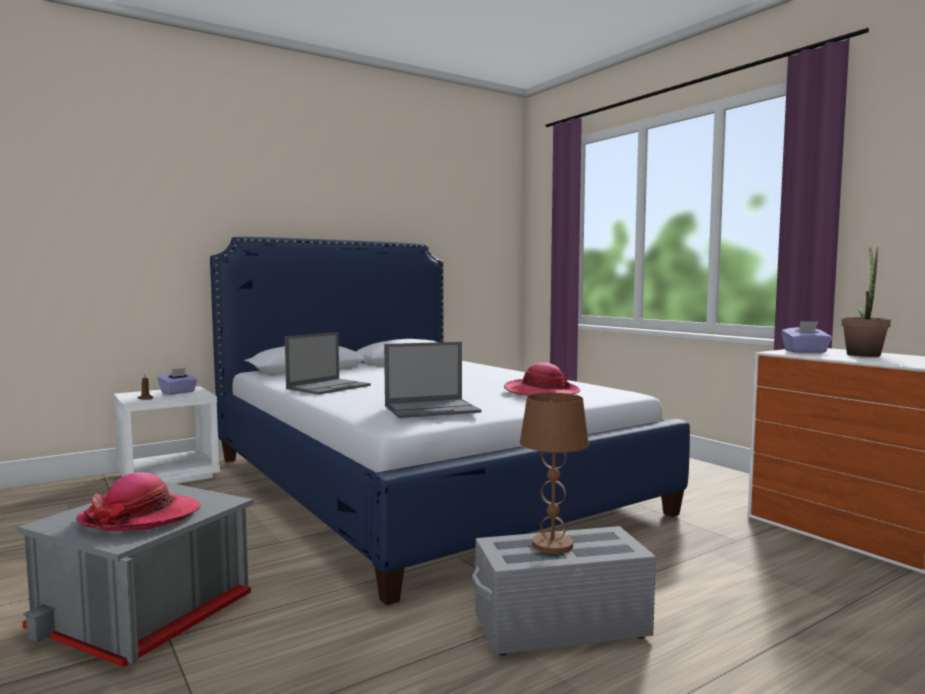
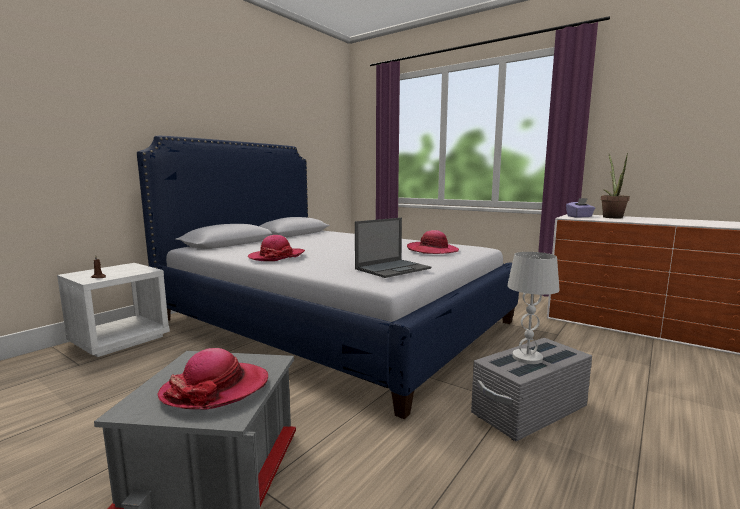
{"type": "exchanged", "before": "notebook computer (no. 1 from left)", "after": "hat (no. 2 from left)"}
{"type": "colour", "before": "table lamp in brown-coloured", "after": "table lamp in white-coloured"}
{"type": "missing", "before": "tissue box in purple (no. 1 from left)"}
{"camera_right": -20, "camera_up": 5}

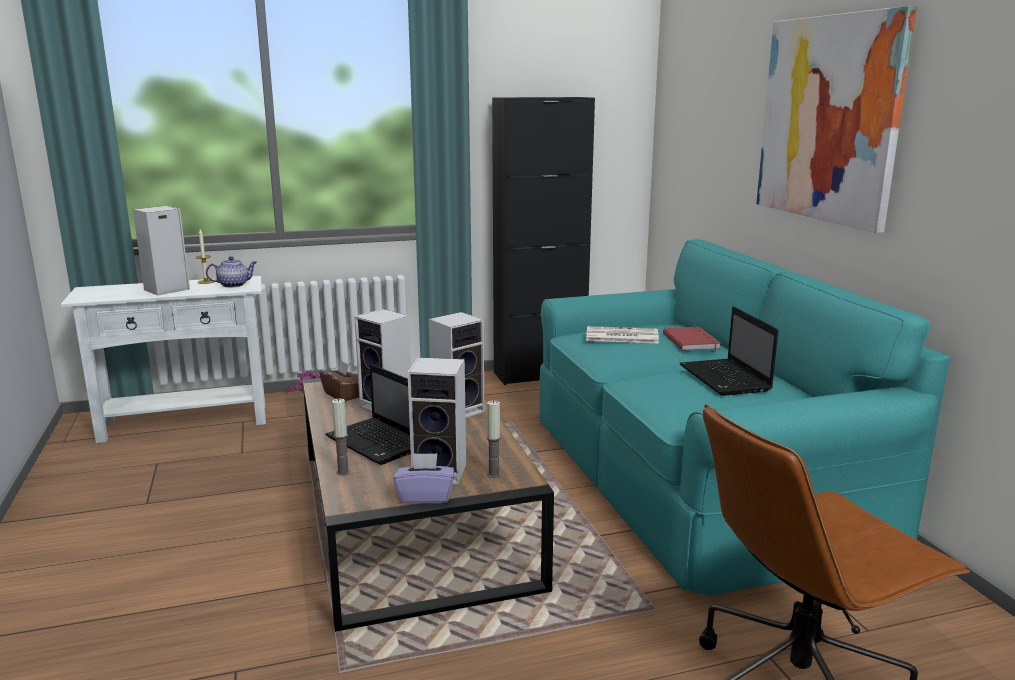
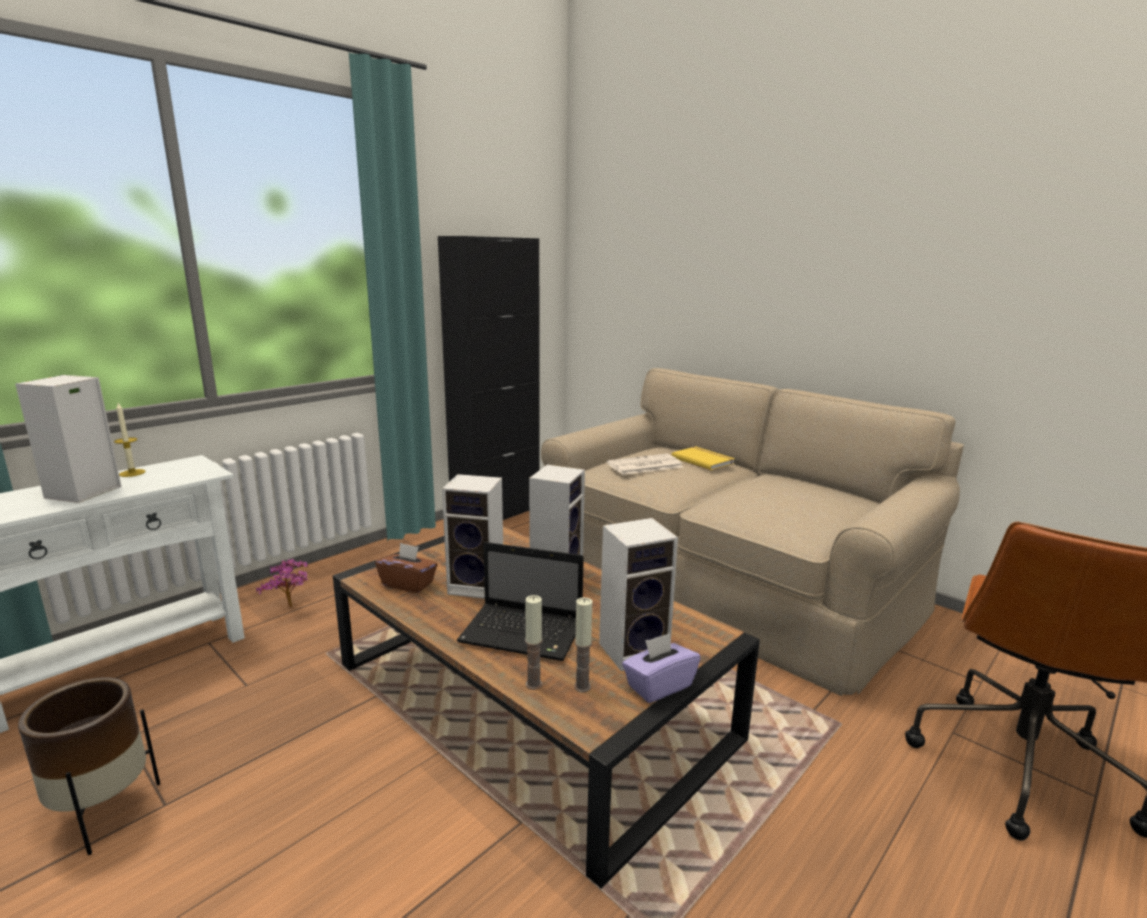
{"type": "appeared", "after": "plant pot in brown-coloured"}
{"type": "colour", "before": "couch in blue-green", "after": "couch in beige-coloured"}
{"type": "relocated", "before": "wax light (no. 3 from left)"}
{"type": "colour", "before": "bound book in reddish", "after": "bound book in yellow-coloured"}
{"type": "missing", "before": "tea pot"}
{"type": "missing", "before": "notebook computer (no. 2 from left)"}
{"type": "missing", "before": "wall picture"}
{"camera_right": -30, "camera_up": 0}

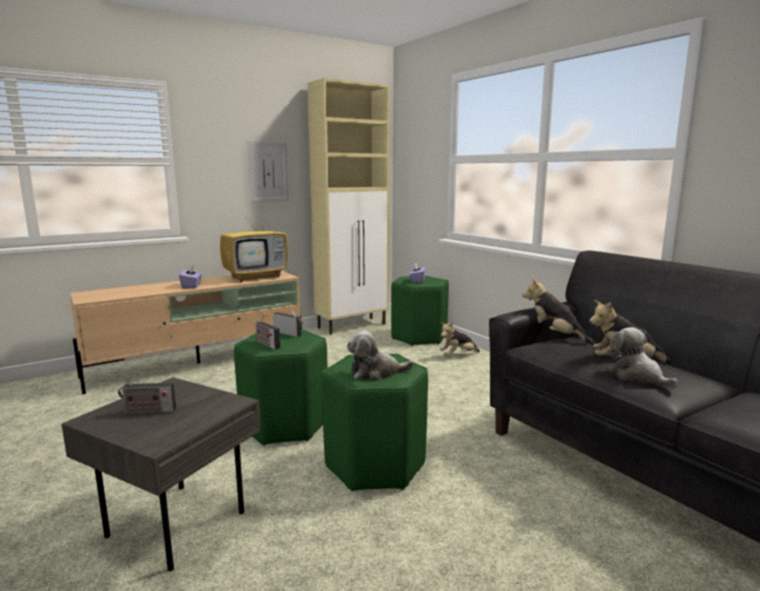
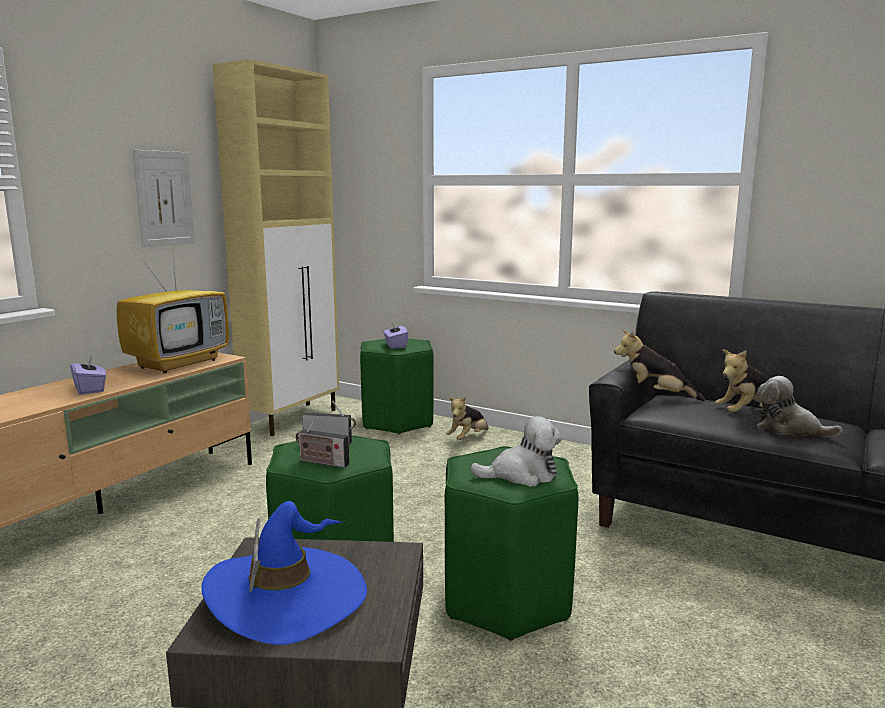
{"type": "exchanged", "before": "radio (no. 1 from left)", "after": "hat in bluish"}
{"type": "spun", "before": "plush toy (no. 1 from left in the first image)", "turn": -150}
{"camera_right": -25, "camera_up": 0}

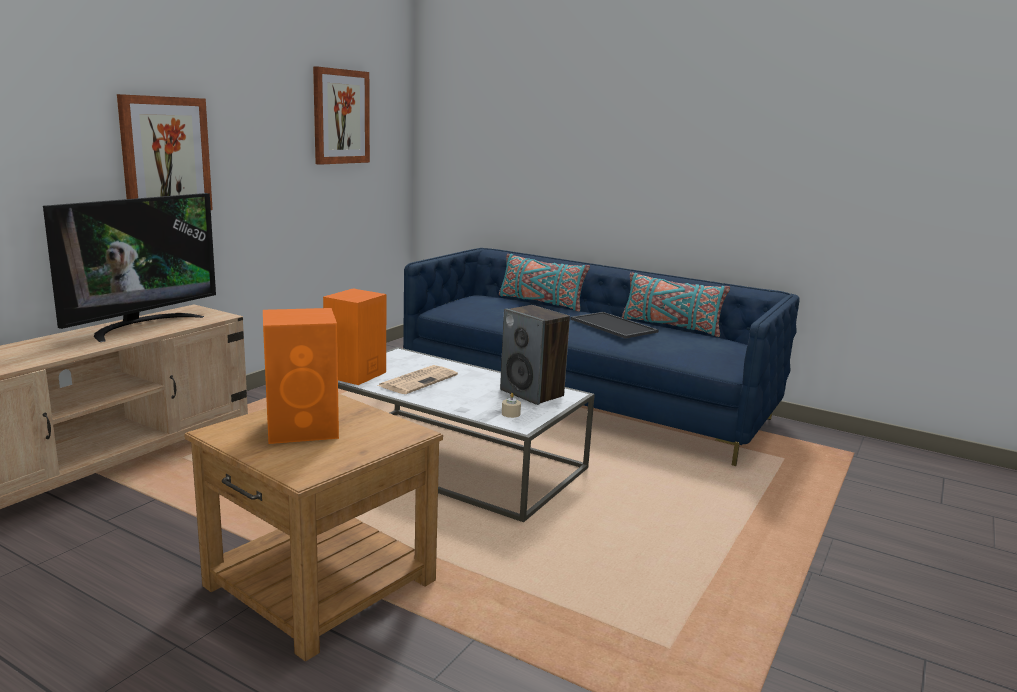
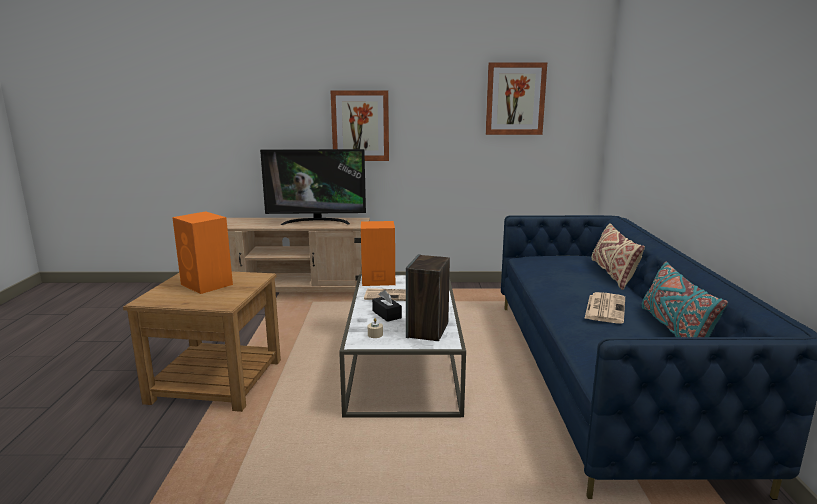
{"type": "appeared", "after": "tissue box in black-coloured"}
{"type": "exchanged", "before": "carrying tray", "after": "newspaper (no. 2 from left)"}
{"type": "colour", "before": "cushion in blue-green (no. 1 from left)", "after": "cushion in beige-coloured"}
{"camera_right": 60, "camera_up": 0}

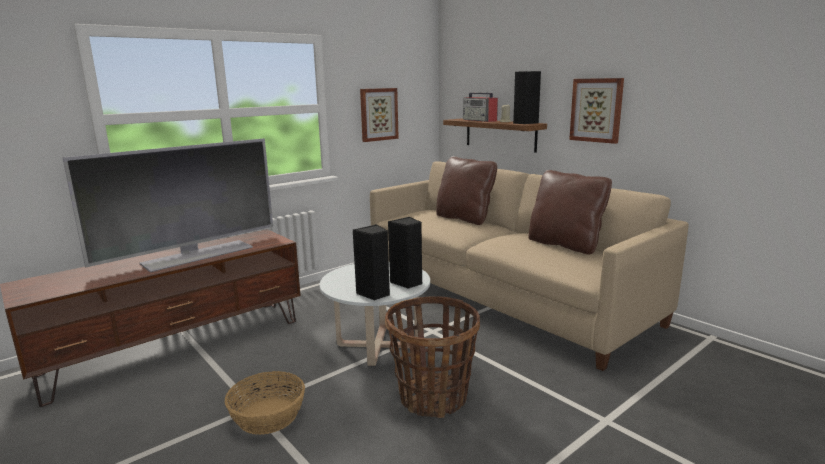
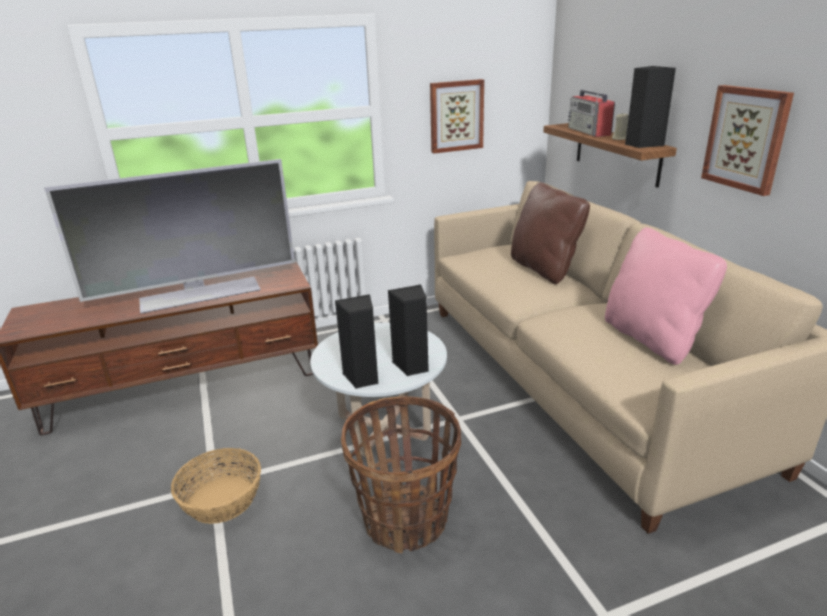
{"type": "colour", "before": "cushion in brown-coloured (no. 2 from left)", "after": "cushion in pink-coloured"}
{"camera_right": 20, "camera_up": 10}

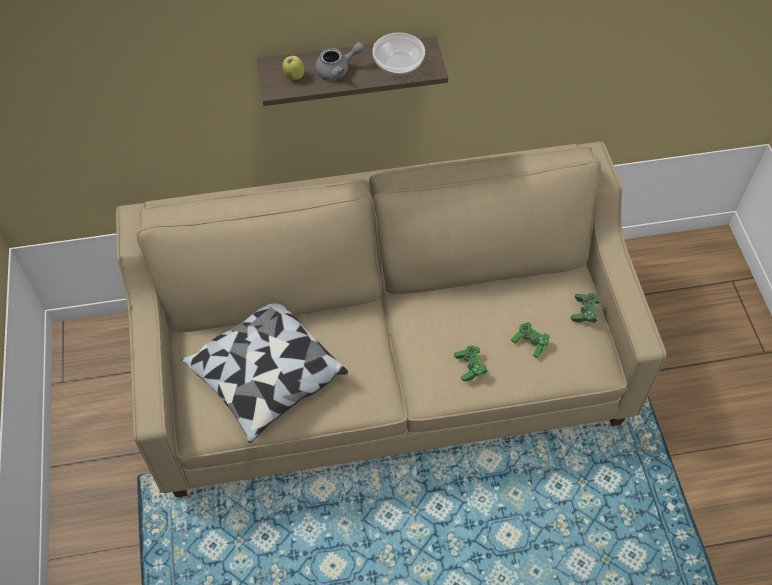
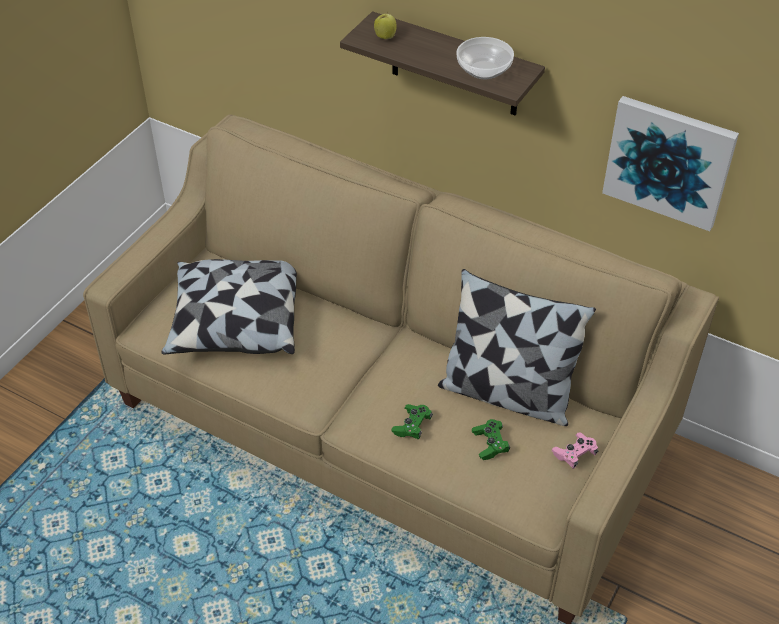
{"type": "appeared", "after": "cushion (no. 2 from left)"}
{"type": "colour", "before": "gamepad in green-coloured (no. 3 from left)", "after": "gamepad in pink-coloured"}
{"type": "appeared", "after": "wall picture"}
{"type": "missing", "before": "tea pot in greyish"}
{"camera_right": 40, "camera_up": -10}

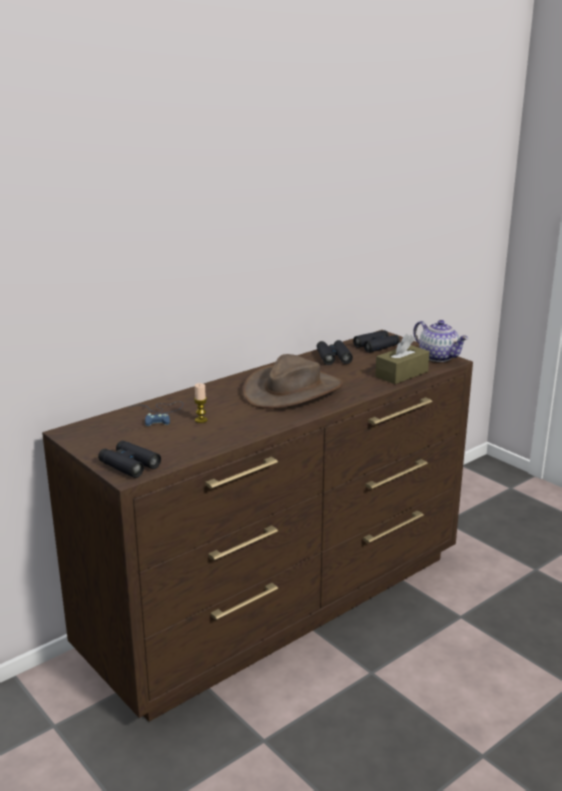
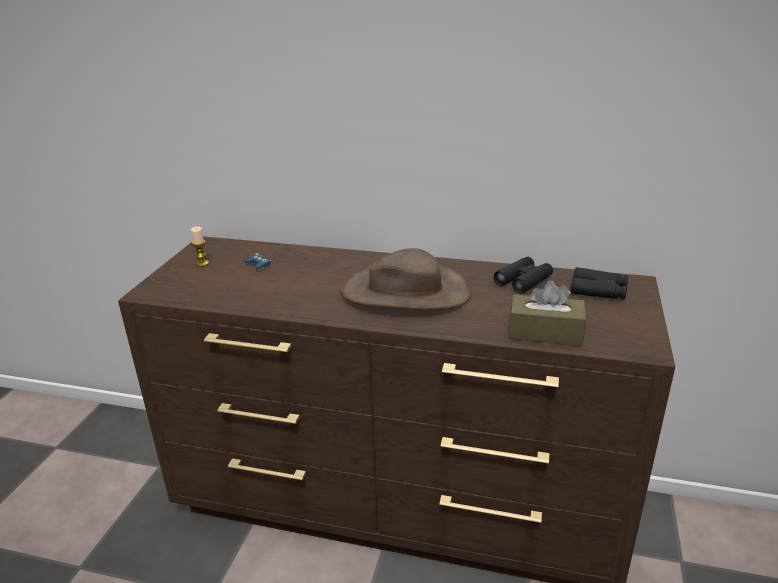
{"type": "relocated", "before": "wax light"}
{"type": "missing", "before": "field glasses in black-coloured (no. 1 from left)"}
{"type": "missing", "before": "tea pot"}
{"camera_right": 55, "camera_up": 5}

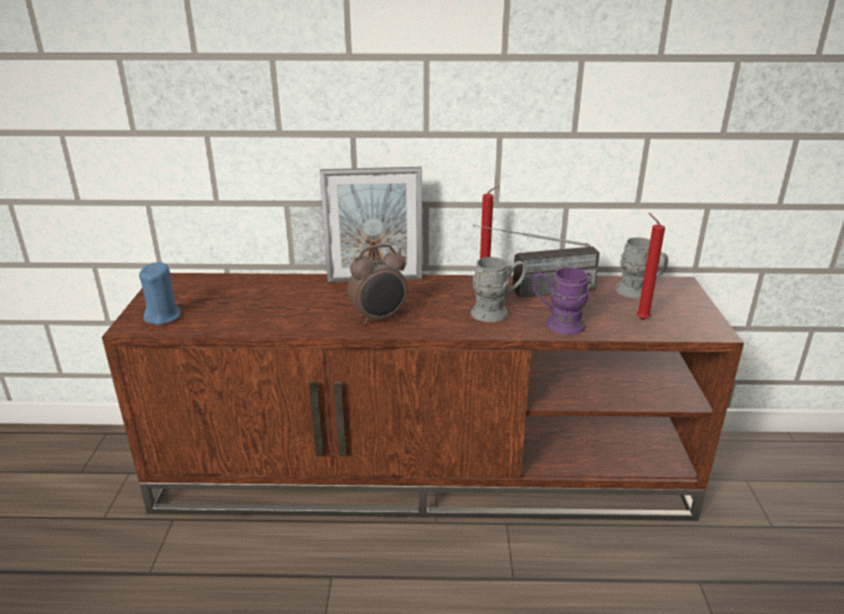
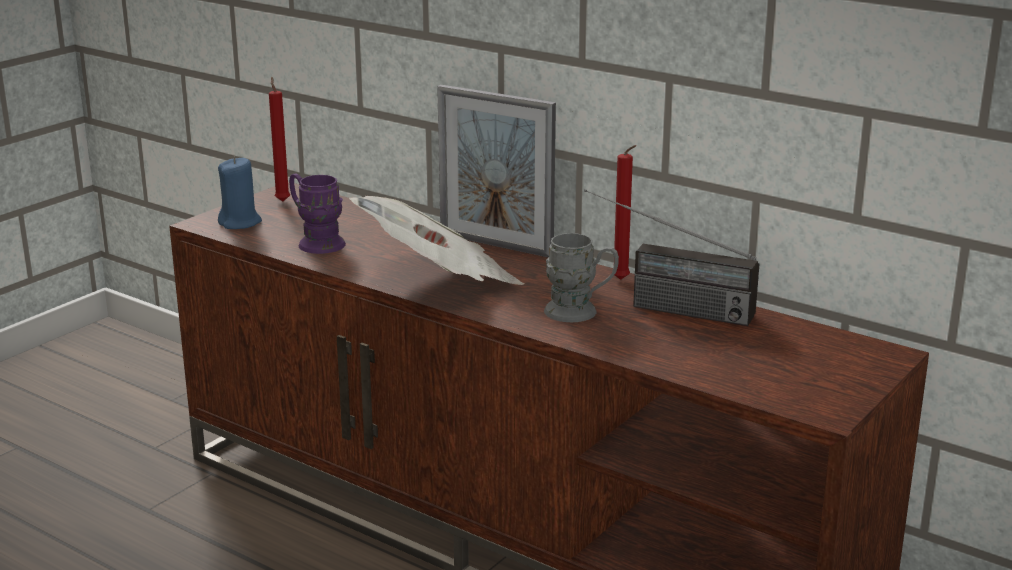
{"type": "relocated", "before": "wax light in reddish (no. 2 from left in the first image)", "after": "wax light in reddish (no. 1 from left)"}
{"type": "relocated", "before": "tea mug in purple"}
{"type": "exchanged", "before": "alarm clock", "after": "newspaper"}
{"type": "missing", "before": "tea mug in greyish (no. 2 from left)"}
{"camera_right": 35, "camera_up": -5}

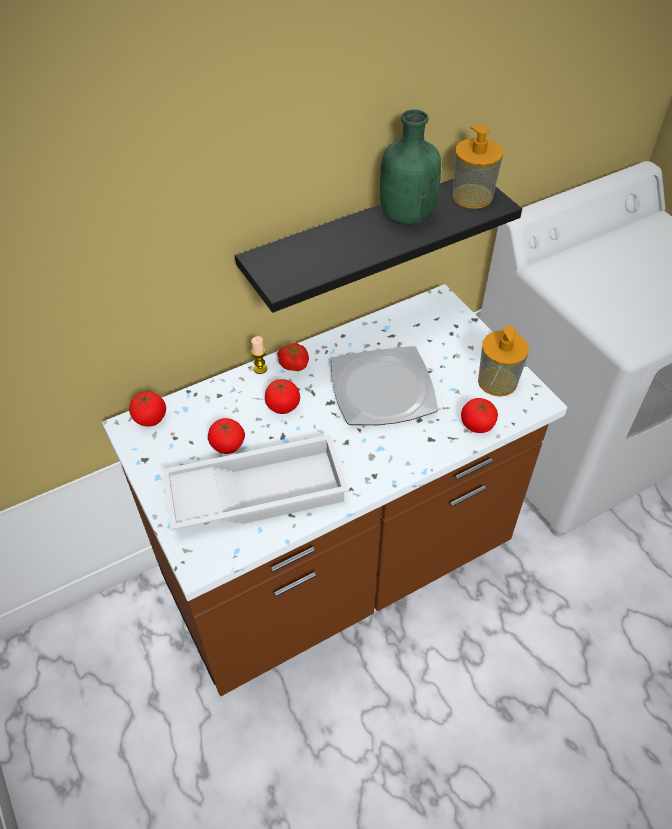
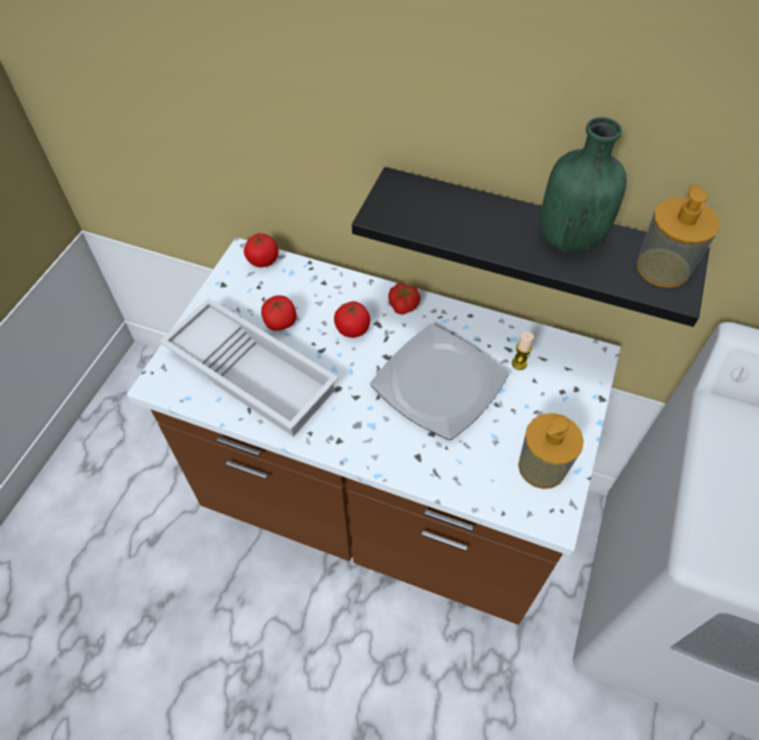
{"type": "relocated", "before": "wax light"}
{"type": "missing", "before": "whole tomato (no. 5 from left)"}
{"camera_right": 50, "camera_up": 5}

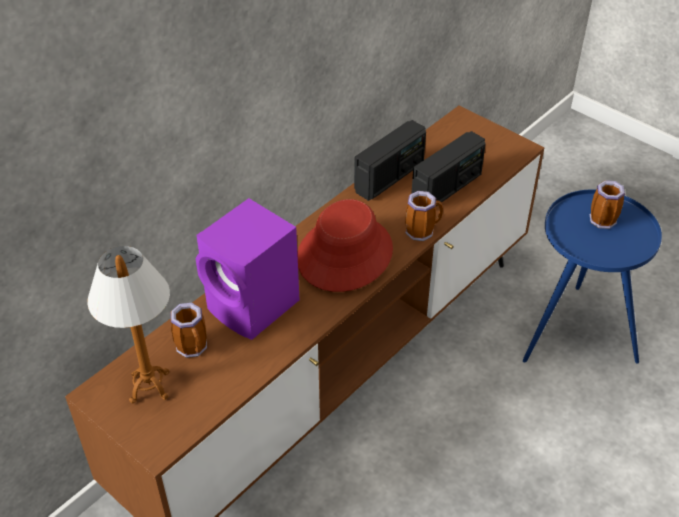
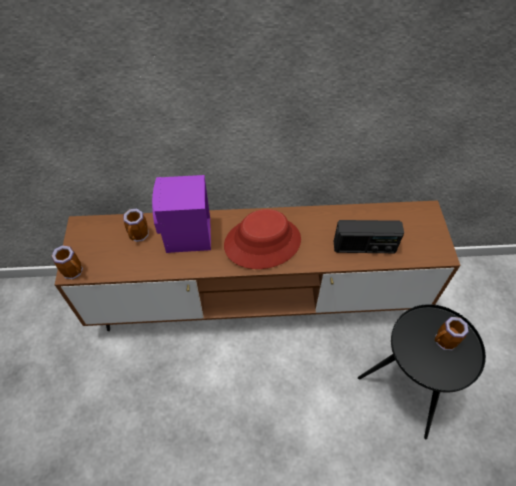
{"type": "relocated", "before": "tea mug (no. 2 from left in the first image)", "after": "tea mug (no. 1 from left)"}
{"type": "colour", "before": "side table in bluish", "after": "side table in black-coloured"}
{"type": "missing", "before": "table lamp"}
{"type": "missing", "before": "radio (no. 1 from left)"}
{"camera_right": 45, "camera_up": 10}

